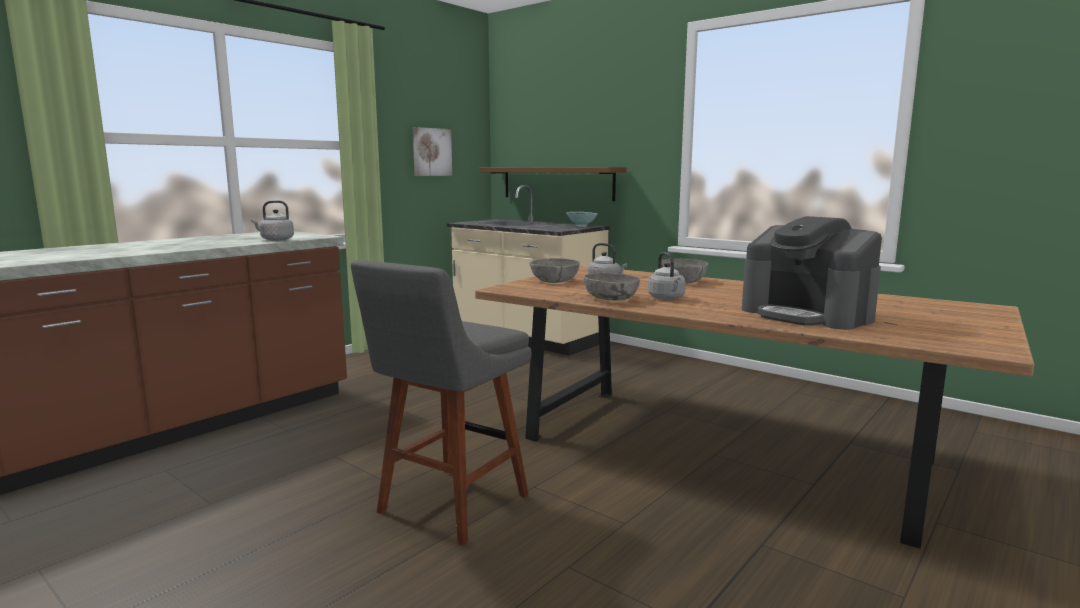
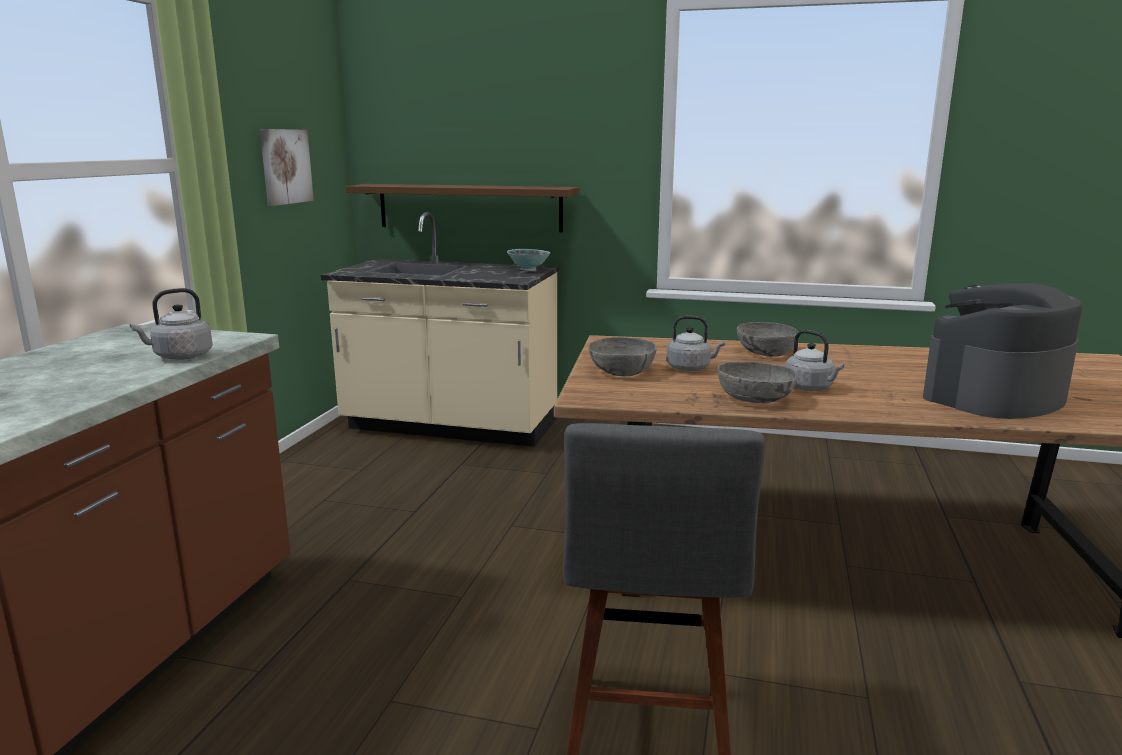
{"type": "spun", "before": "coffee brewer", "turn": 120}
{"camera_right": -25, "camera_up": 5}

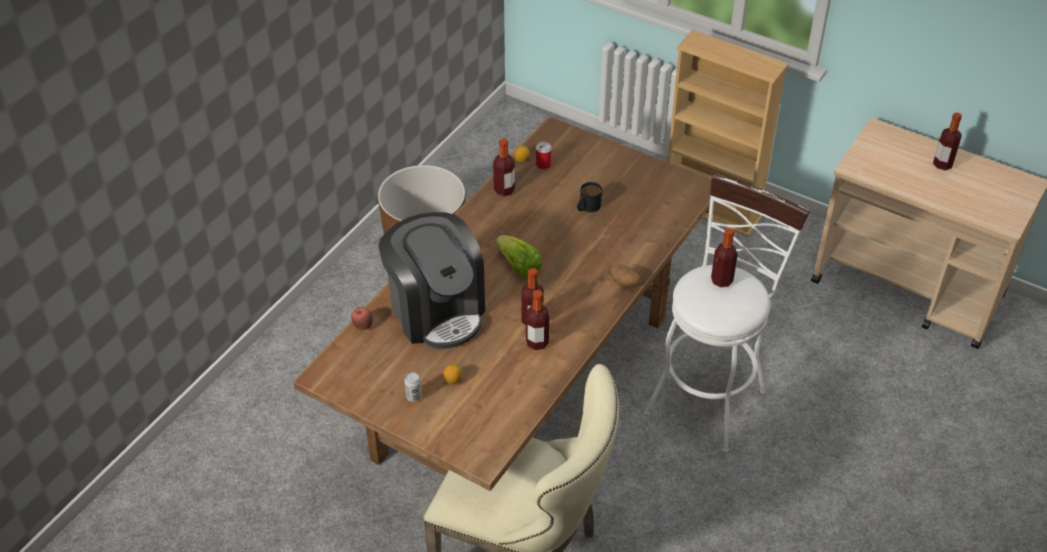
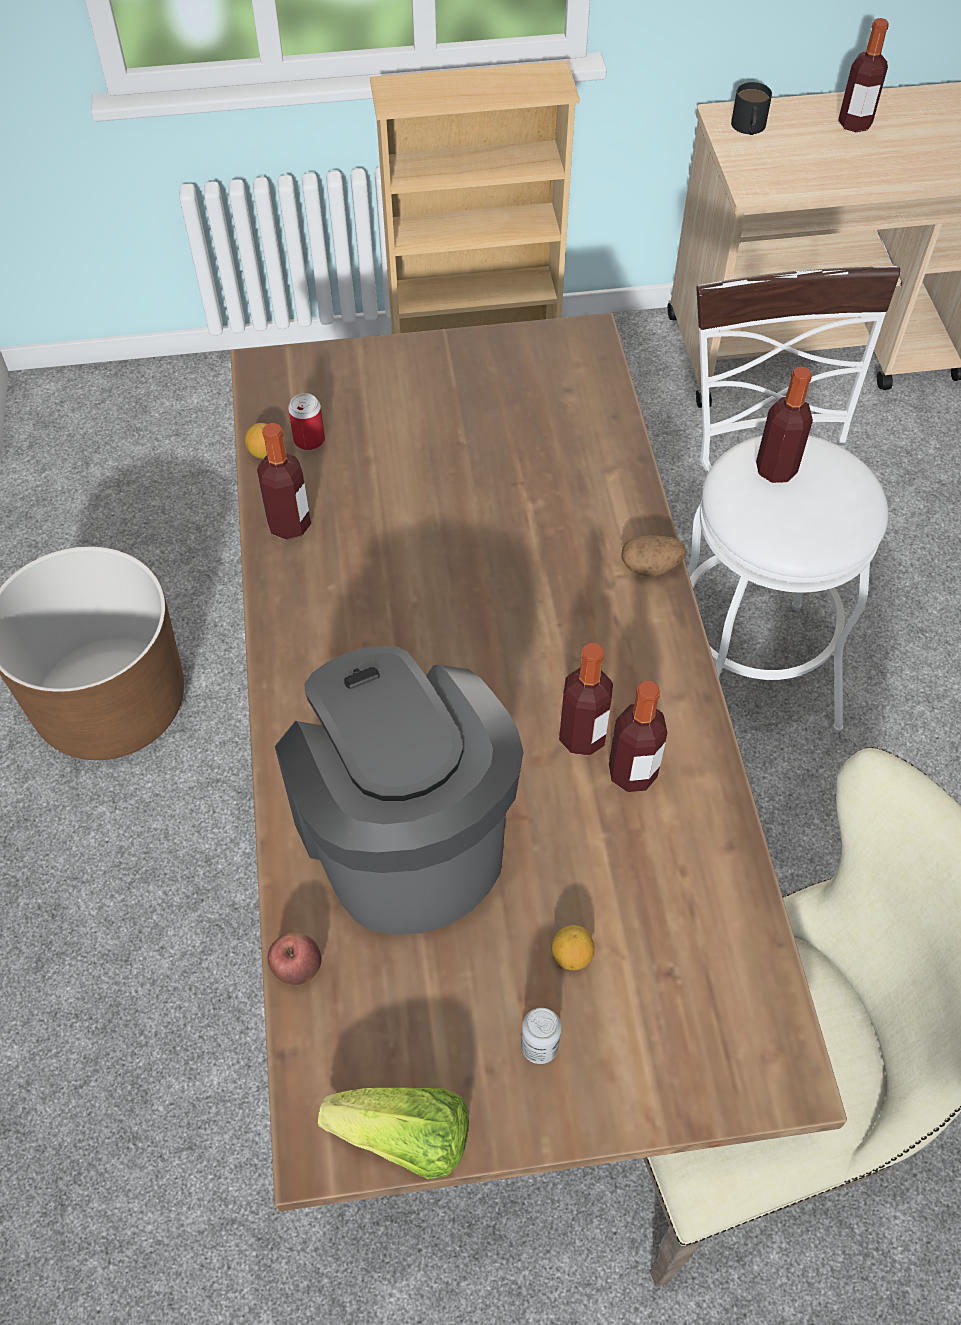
{"type": "spun", "before": "coffee brewer", "turn": -135}
{"type": "relocated", "before": "head of lettuce"}
{"type": "relocated", "before": "tea mug in black-coloured"}
{"camera_right": -40, "camera_up": 10}

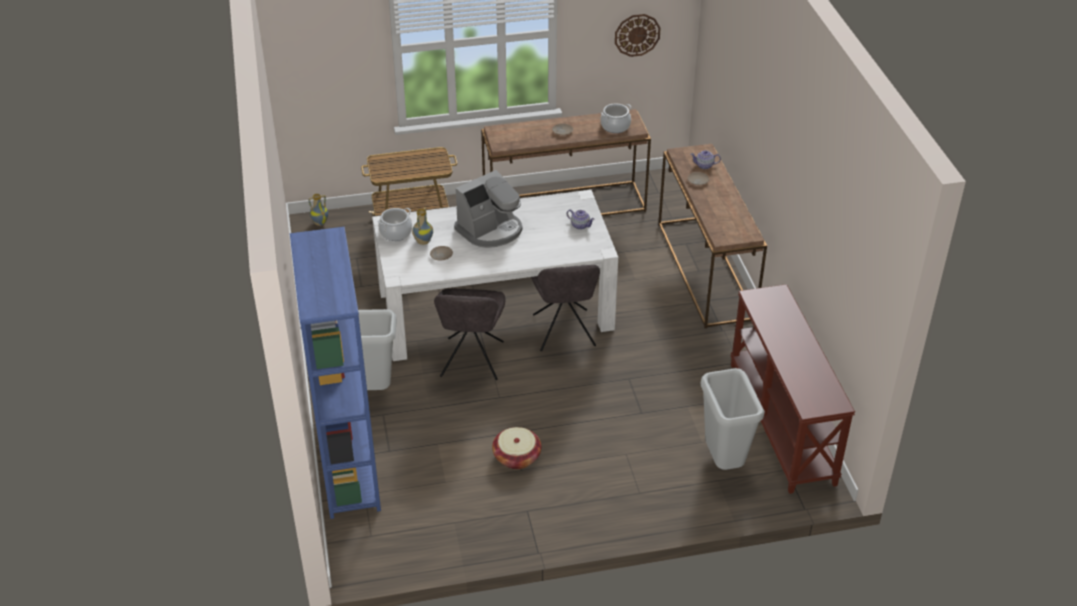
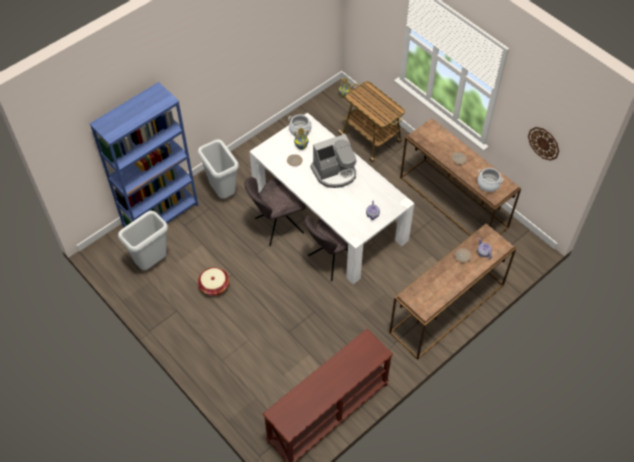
{"type": "relocated", "before": "trash can in greyish (no. 2 from left in the first image)", "after": "trash can in greyish (no. 1 from left)"}
{"type": "spun", "before": "coffee brewer", "turn": -45}
{"camera_right": 60, "camera_up": 15}

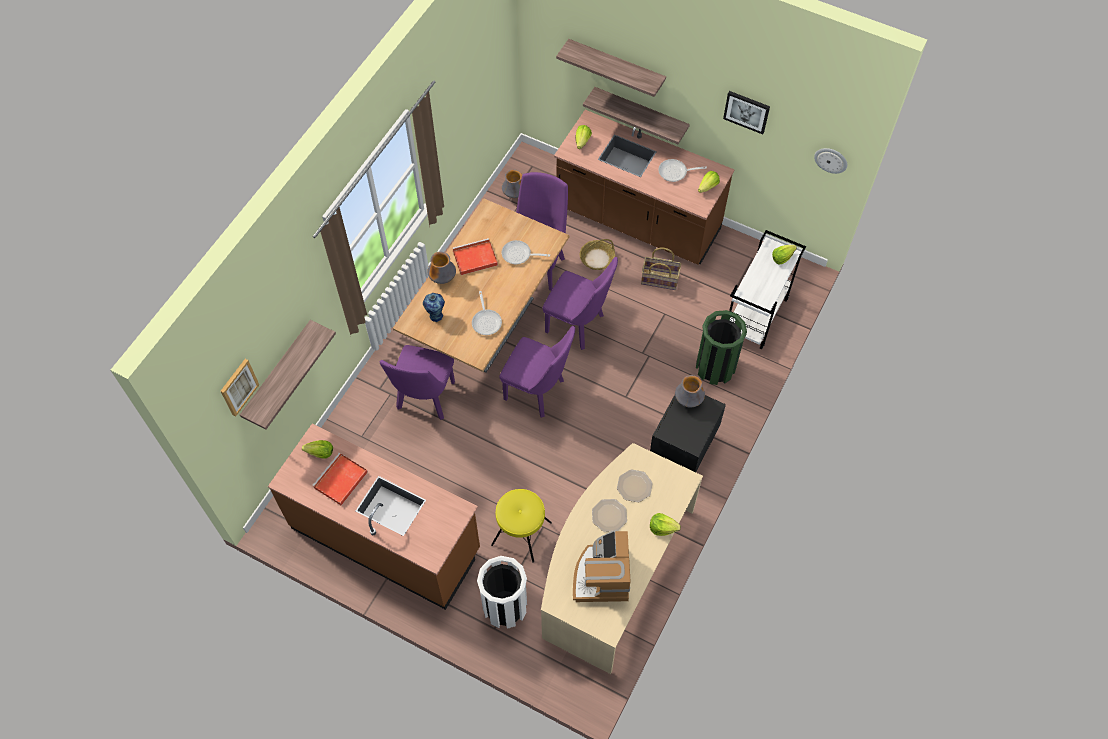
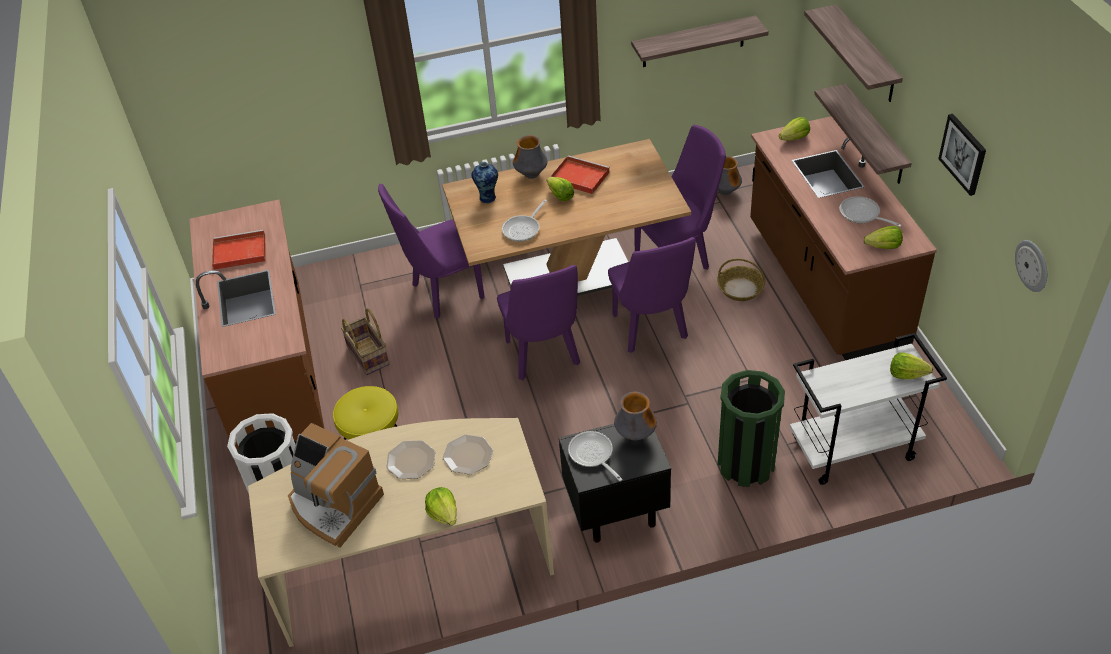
{"type": "spun", "before": "coffee brewer", "turn": -105}
{"type": "relocated", "before": "storage basket (no. 2 from left in the first image)", "after": "storage basket (no. 1 from left)"}
{"type": "relocated", "before": "head of lettuce (no. 1 from left in the first image)", "after": "head of lettuce (no. 2 from left)"}
{"type": "relocated", "before": "frying pan (no. 2 from left)"}
{"type": "relocated", "before": "wall shelf (no. 1 from left)"}
{"type": "missing", "before": "wall picture (no. 1 from left)"}
{"camera_right": 50, "camera_up": -15}

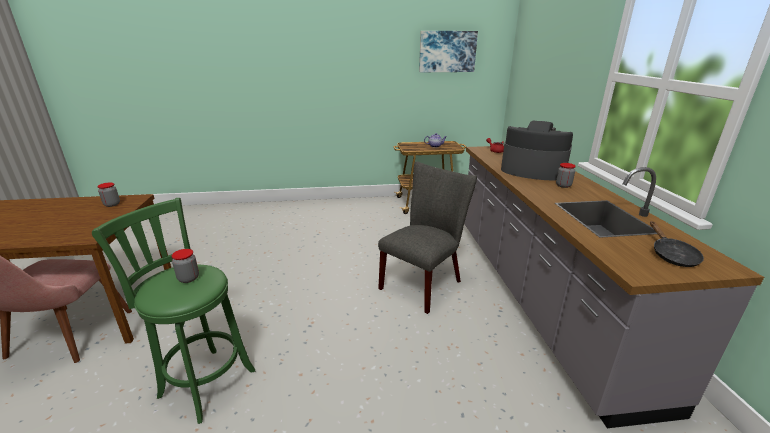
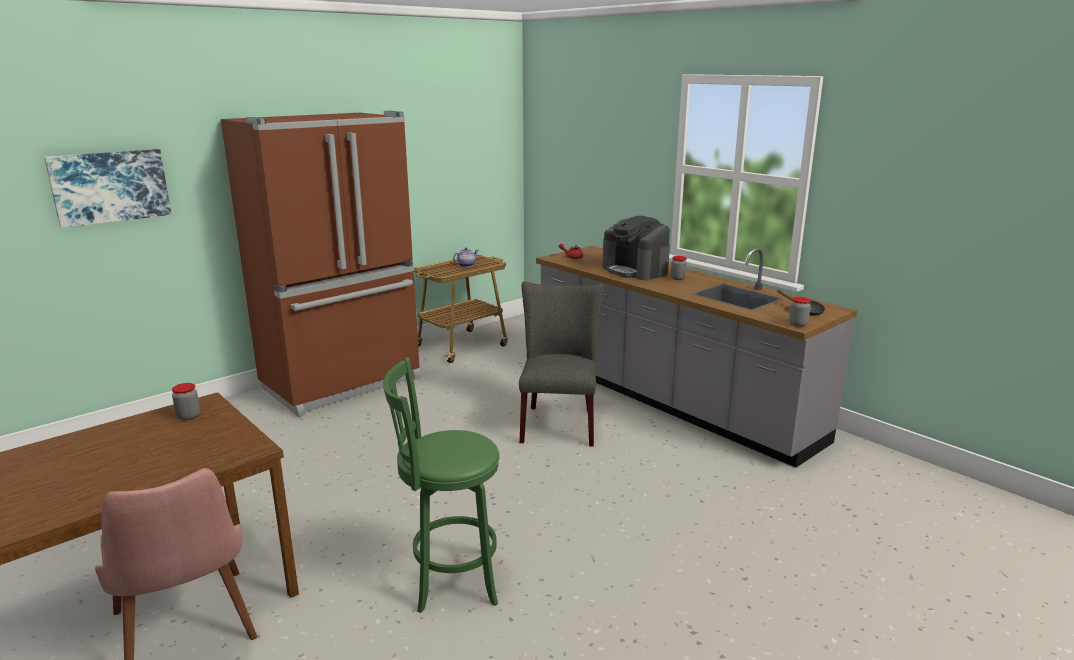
{"type": "relocated", "before": "wall picture"}
{"type": "appeared", "after": "fridge in brown-coloured"}
{"type": "spun", "before": "coffee brewer", "turn": -120}
{"type": "relocated", "before": "preserve jar (no. 2 from left in the first image)", "after": "preserve jar (no. 3 from left)"}
{"camera_right": -35, "camera_up": -5}

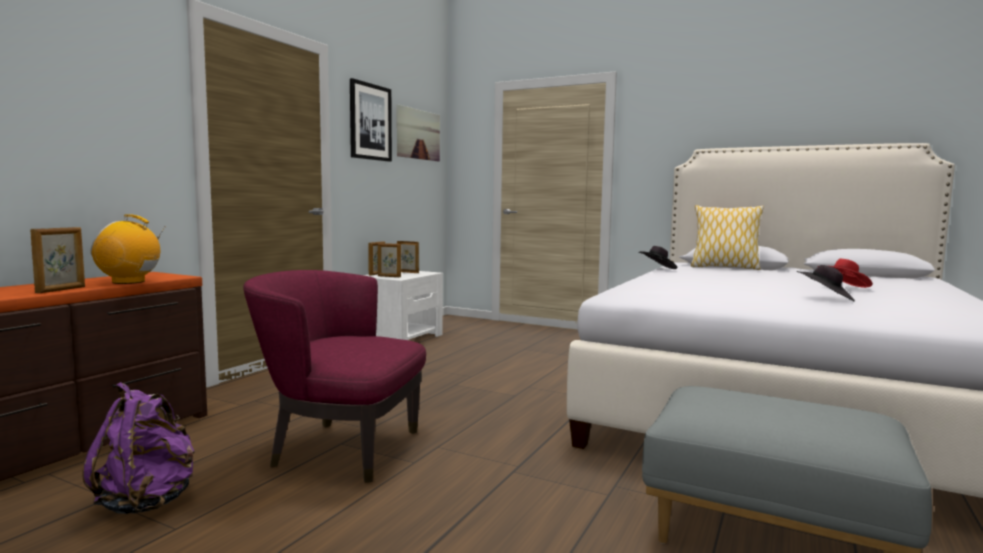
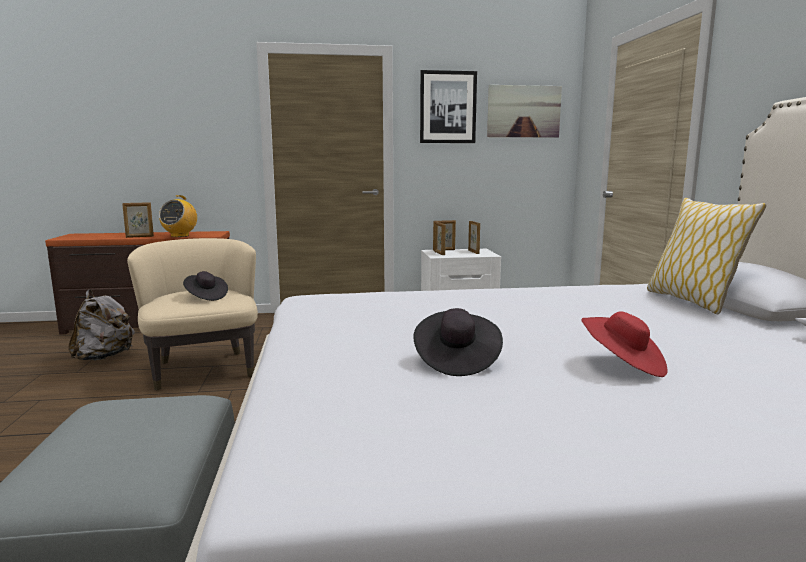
{"type": "colour", "before": "backpack in purple", "after": "backpack in greyish"}
{"type": "colour", "before": "easy chair in purple", "after": "easy chair in beige-coloured"}
{"type": "spun", "before": "radio", "turn": -135}
{"type": "relocated", "before": "hat in black-coloured (no. 1 from left)"}
{"camera_right": 55, "camera_up": 5}

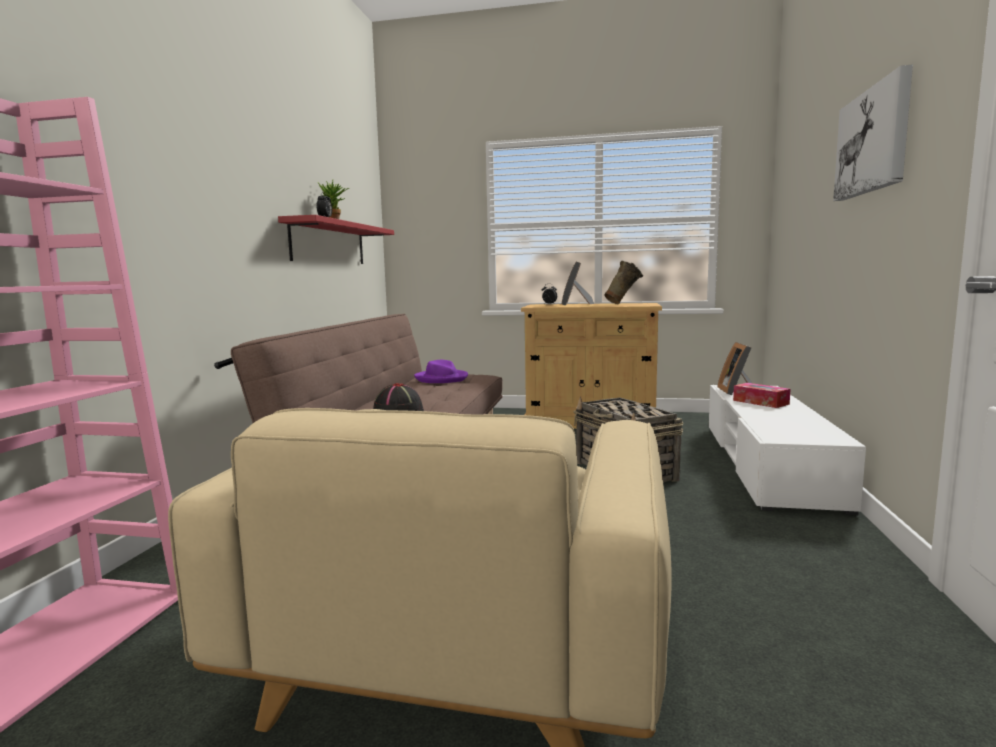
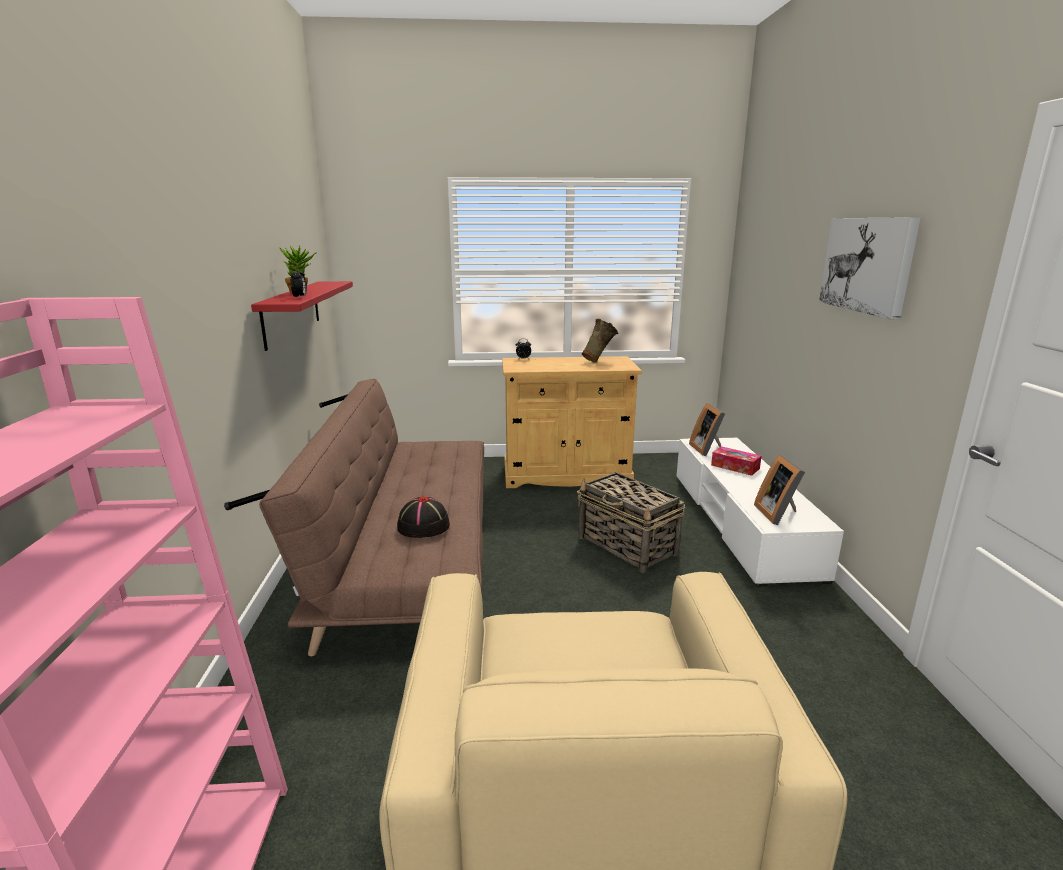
{"type": "relocated", "before": "photo frame (no. 1 from left in the first image)", "after": "photo frame (no. 2 from left)"}
{"type": "missing", "before": "hat in purple"}
{"camera_right": -15, "camera_up": 10}

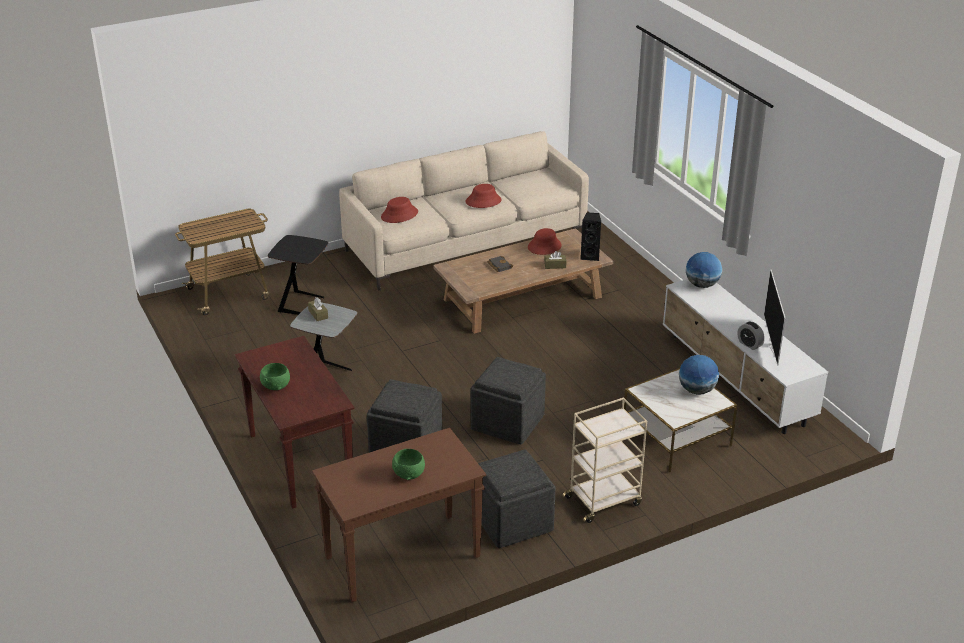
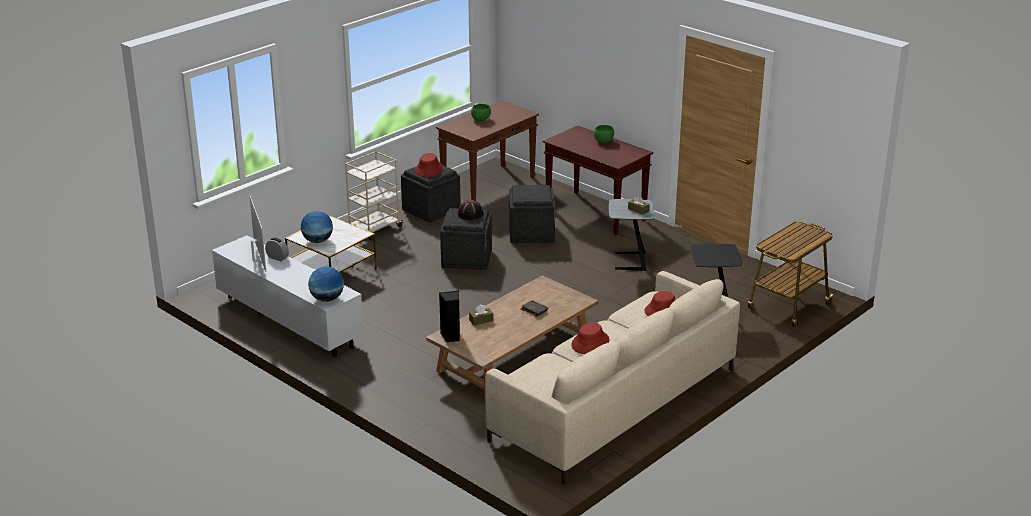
{"type": "relocated", "before": "hat in reddish (no. 3 from left in the first image)", "after": "hat in reddish (no. 1 from left)"}
{"type": "appeared", "after": "hat in black-coloured"}
{"camera_right": 160, "camera_up": -5}

